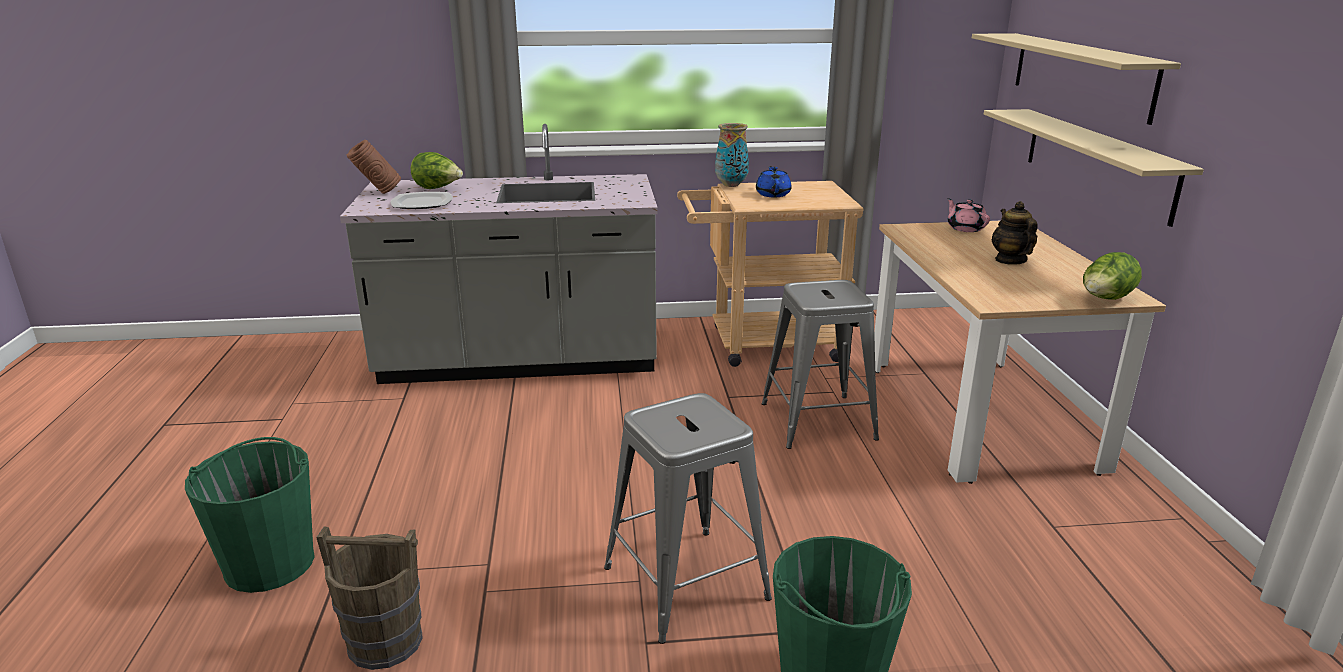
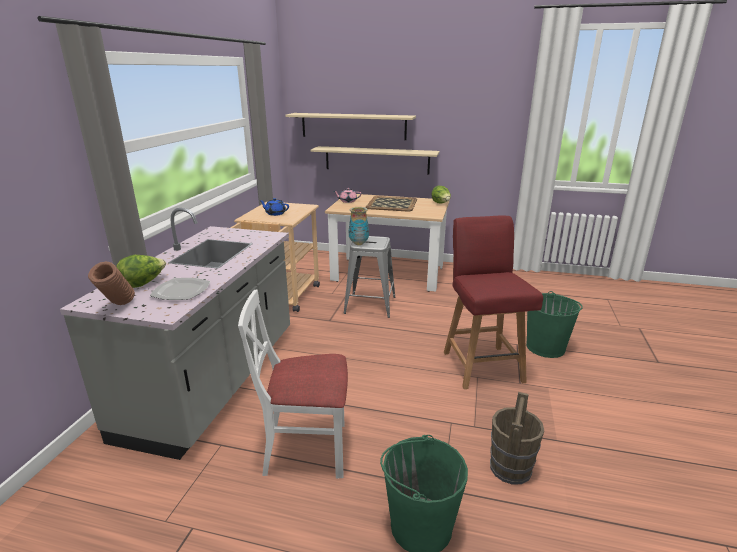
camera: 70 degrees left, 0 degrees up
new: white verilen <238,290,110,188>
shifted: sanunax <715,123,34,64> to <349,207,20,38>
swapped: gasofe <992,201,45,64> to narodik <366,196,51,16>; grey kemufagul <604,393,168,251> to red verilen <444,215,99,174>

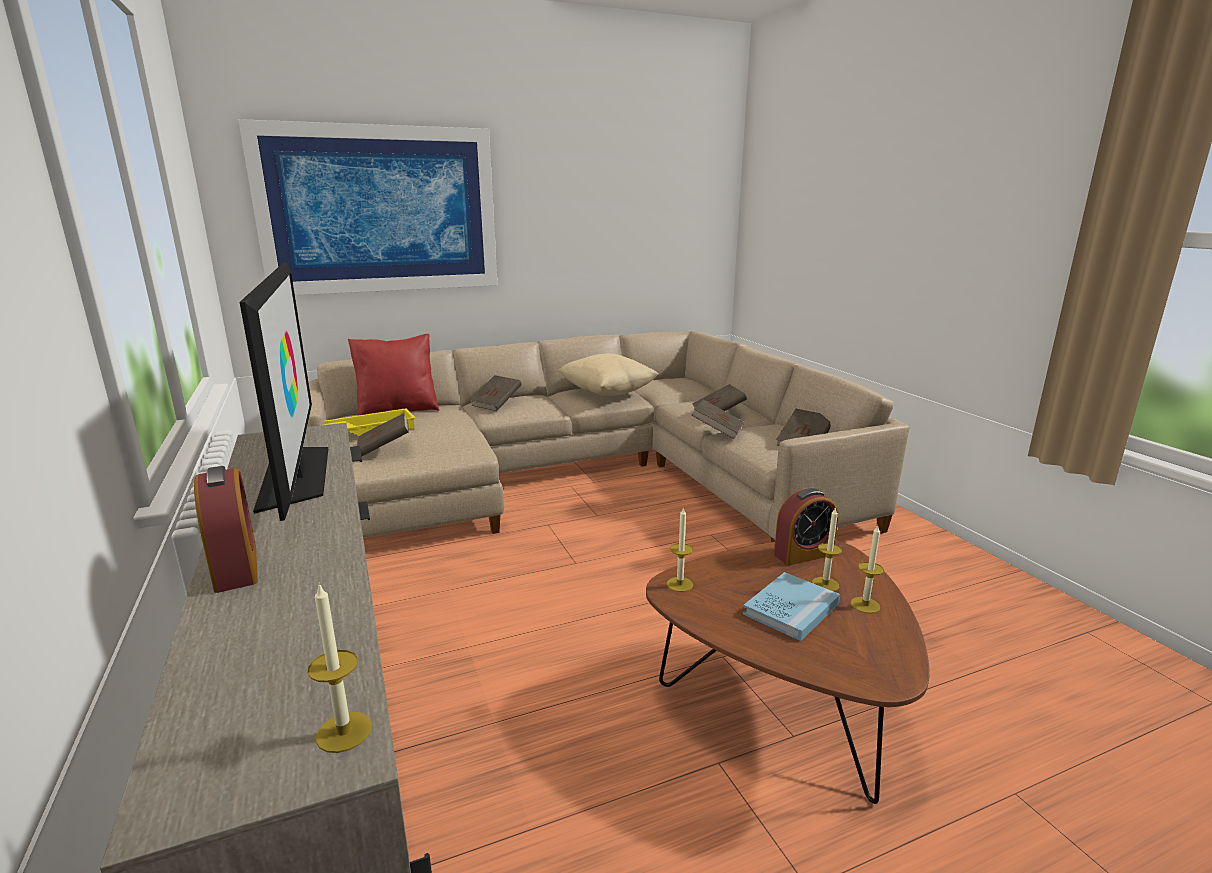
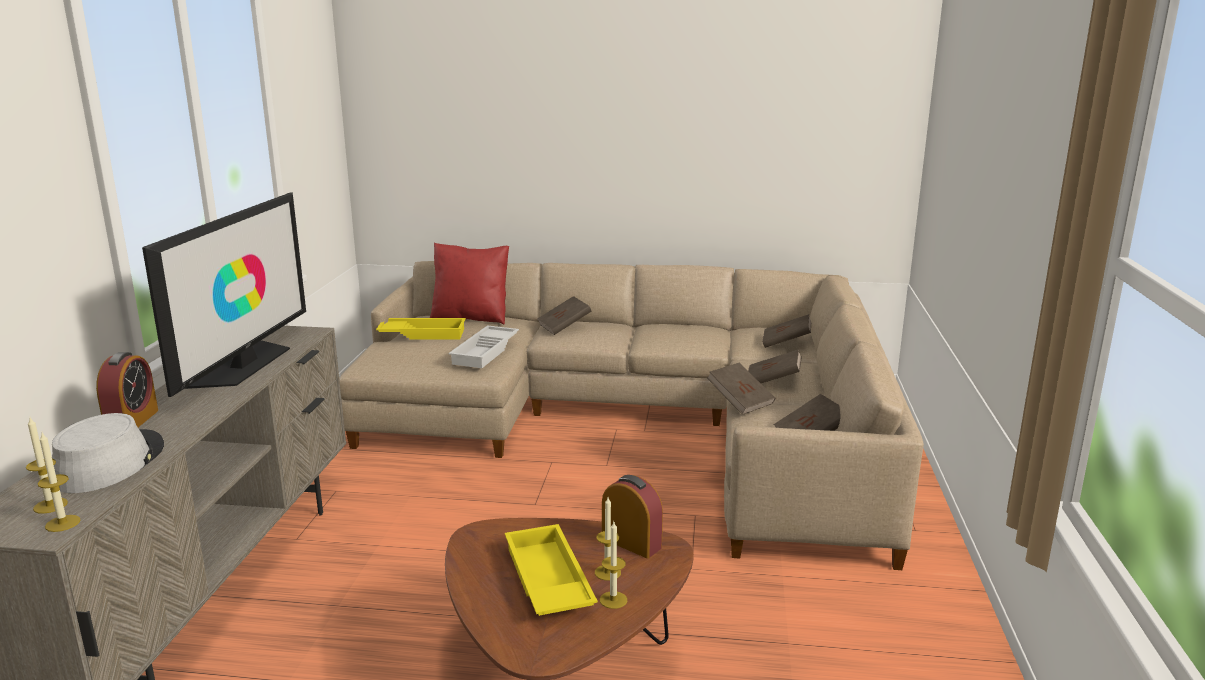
camera: 30 degrees right, 0 degrees up
gone: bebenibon <238,119,259,176>; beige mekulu <558,353,100,43>
new: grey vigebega <52,413,112,80>; white narodik <448,325,71,43>
shifted: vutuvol <667,507,26,85> to <26,418,42,96>; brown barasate <357,413,52,43> to <762,314,49,34>
swapped: blue barasate <743,572,97,69> to yellow narodik <505,524,93,92>
rotated: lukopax <774,488,64,78> = <602,475,61,83> 150 degrees counterclockwise

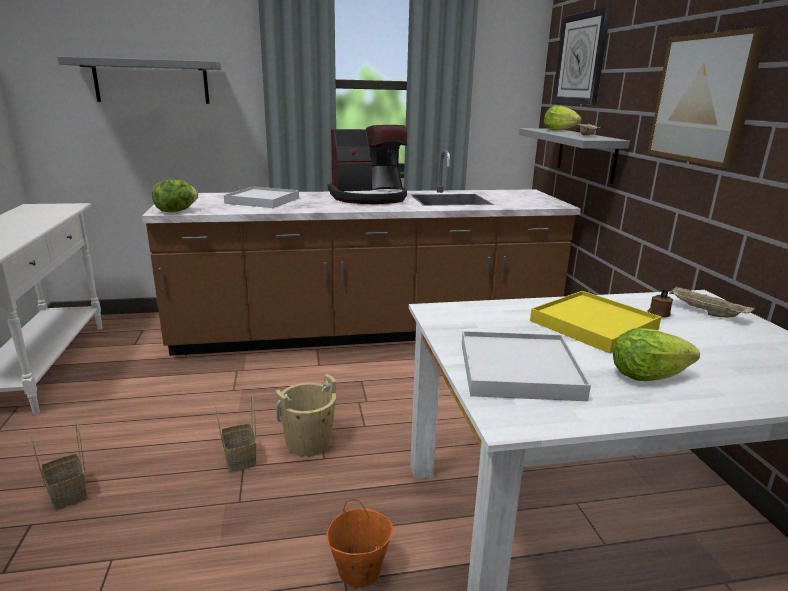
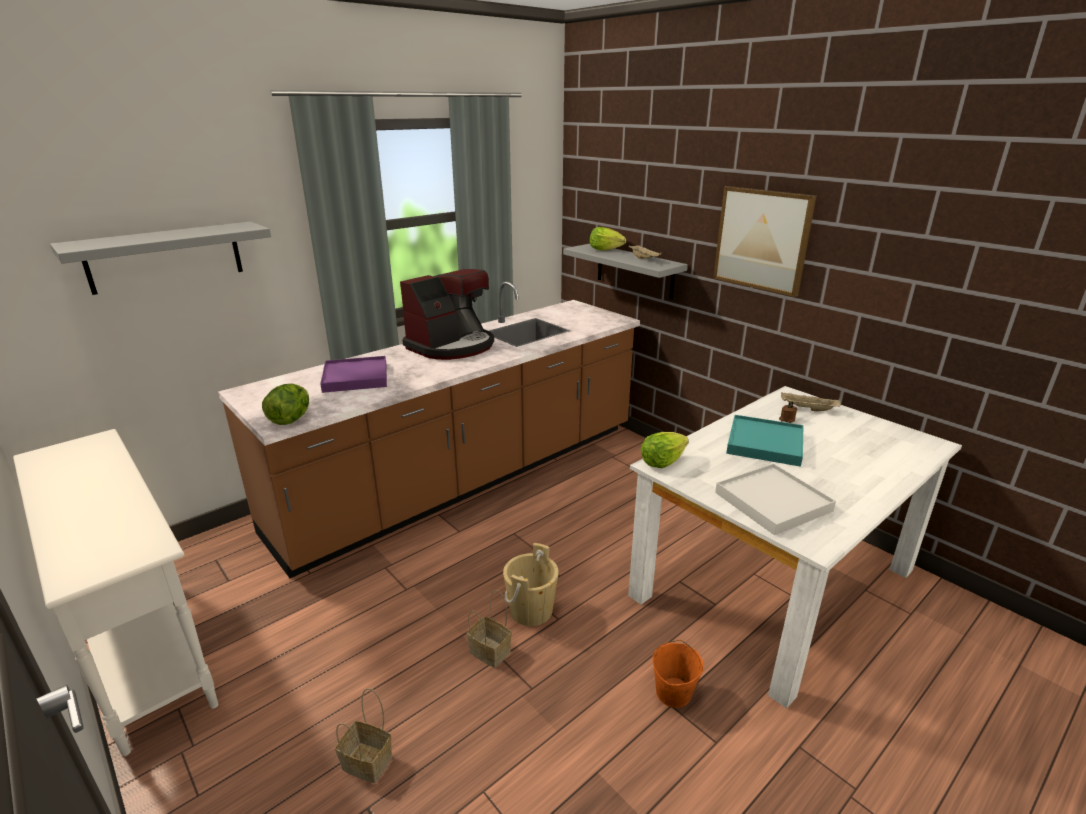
camera: 30 degrees left, 5 degrees up
gone: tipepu <553,7,58,98>
shifted: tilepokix <613,328,87,53> to <641,432,48,36>
repainted: white narodik <224,186,75,22> to purple narodik <320,356,67,37>; yellow narodik <530,291,131,62> to turquoise narodik <726,415,77,52>

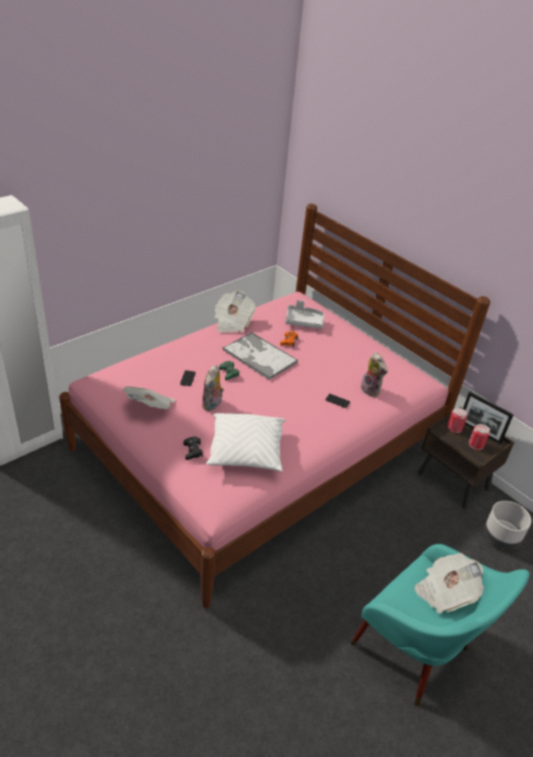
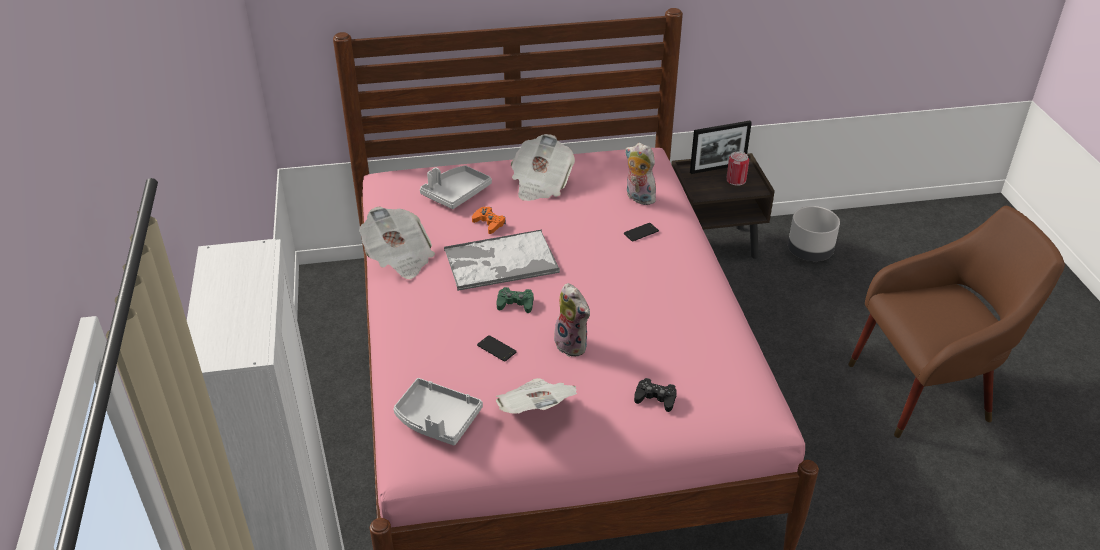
camera: 55 degrees left, 0 degrees up
gone: white mekulu <206,413,79,59>; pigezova <447,407,21,26>
new: grey narodik <393,378,90,68>
shifted: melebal <415,553,69,61> to <511,134,64,67>
repainted: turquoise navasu <351,544,179,163> to brown navasu <848,206,217,232>
rotated: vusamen <361,352,27,45> = <625,143,34,62> 135 degrees counterclockwise

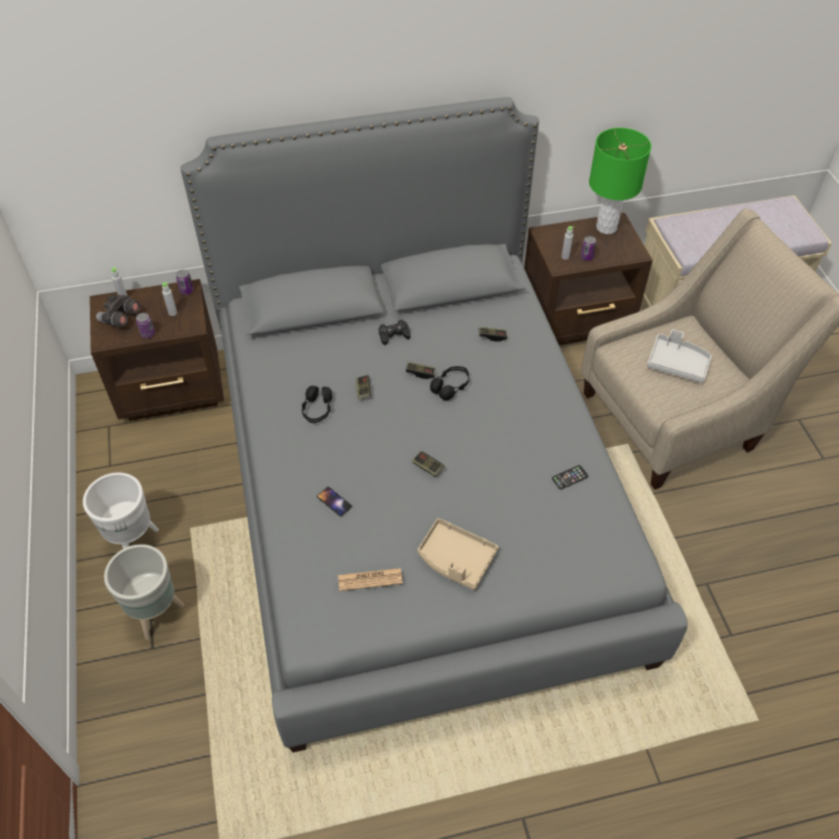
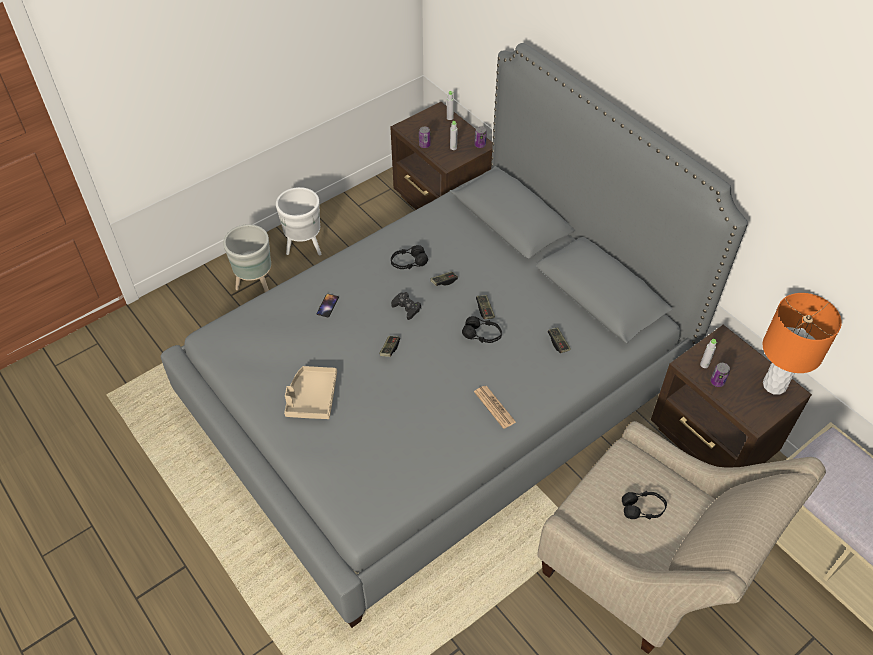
camera: 65 degrees right, 0 degrees up
gone: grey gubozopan <96,294,45,33>; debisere <552,465,36,25>
shifted: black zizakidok <379,319,32,26> to <391,292,30,28>; melebal <338,568,65,23> to <474,386,42,43>
swapped: grey narodik <647,329,65,54> to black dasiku <622,491,45,29>
repainted: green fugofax <589,128,62,106> to orange fugofax <763,293,79,102>

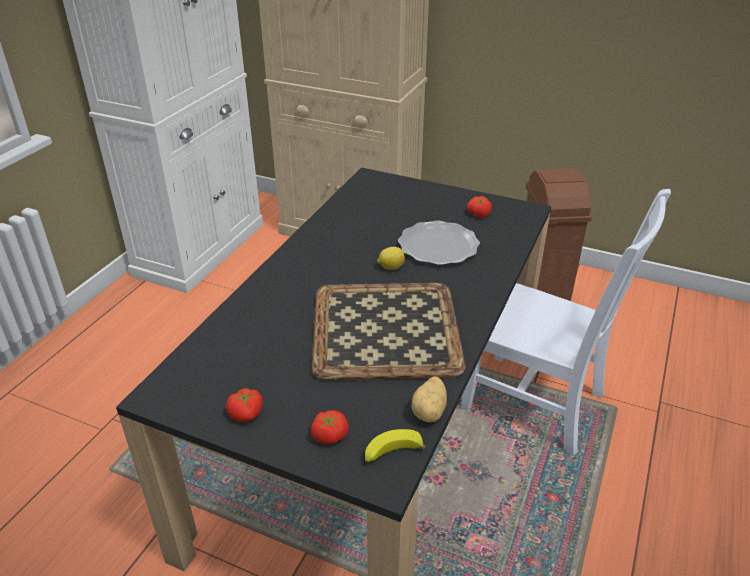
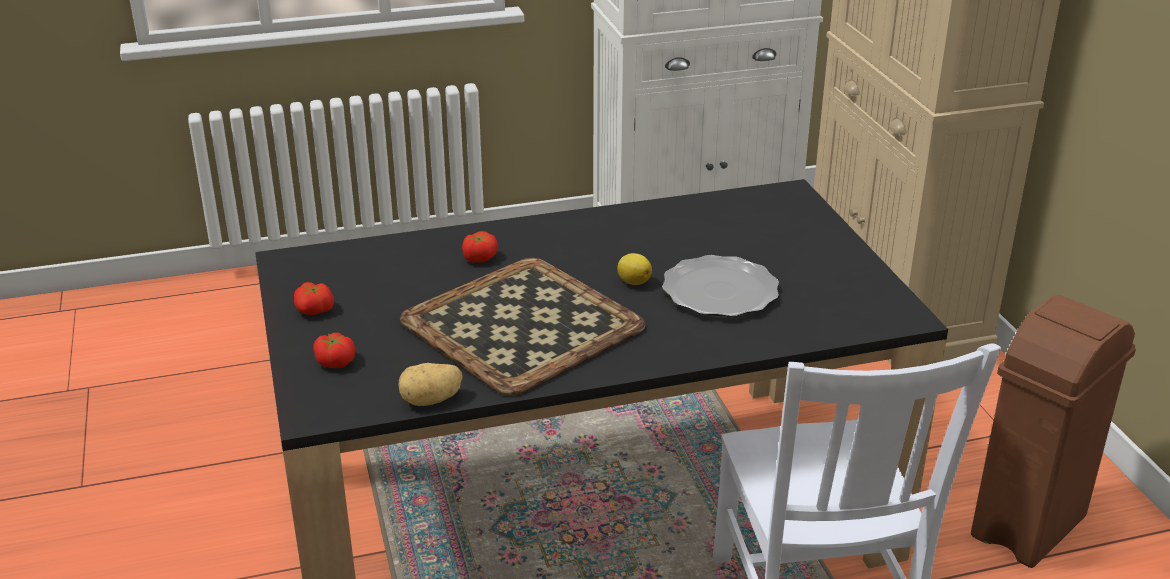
camera: 50 degrees right, 5 degrees down
gone: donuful <365,429,62,34>
shifted: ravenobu <467,196,25,22> to <462,231,36,32>

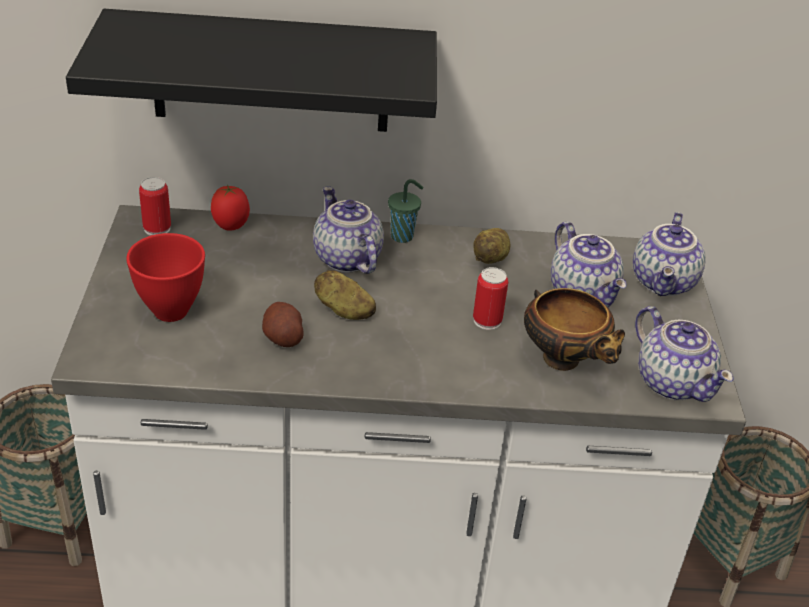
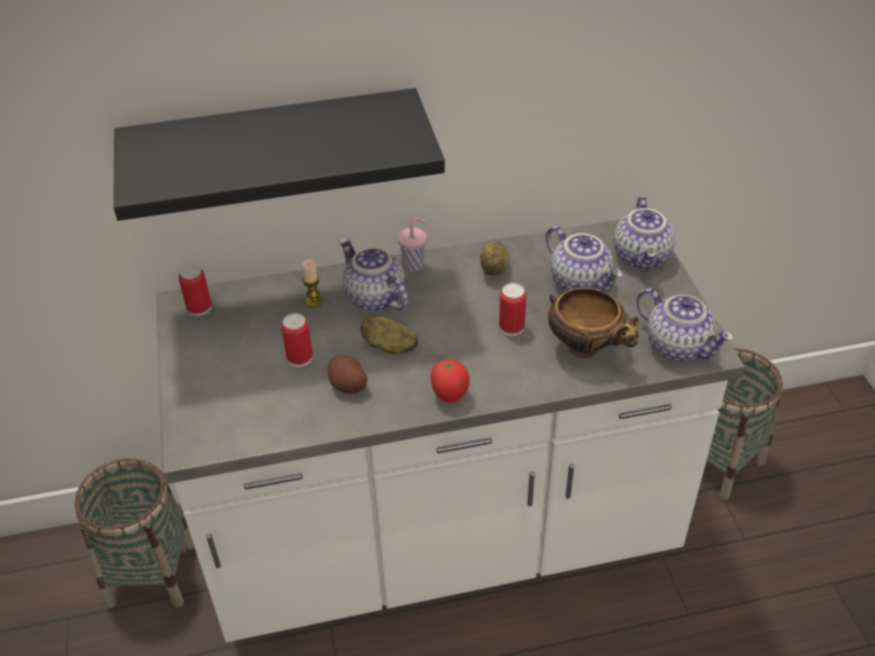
camera: 10 degrees left, 5 degrees up
gone: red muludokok <126,233,79,89>
new: pigezova <281,313,32,54>; vutuvol <302,259,20,48>
shifted: ravenobu <211,184,39,47> to <431,359,39,44>
repainted: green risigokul <388,179,35,64> to pink risigokul <398,217,29,55>

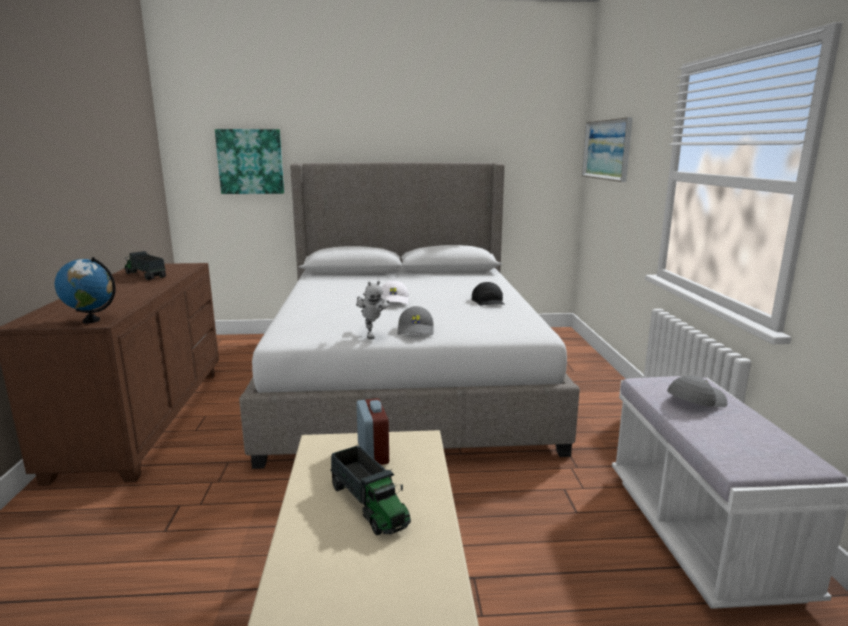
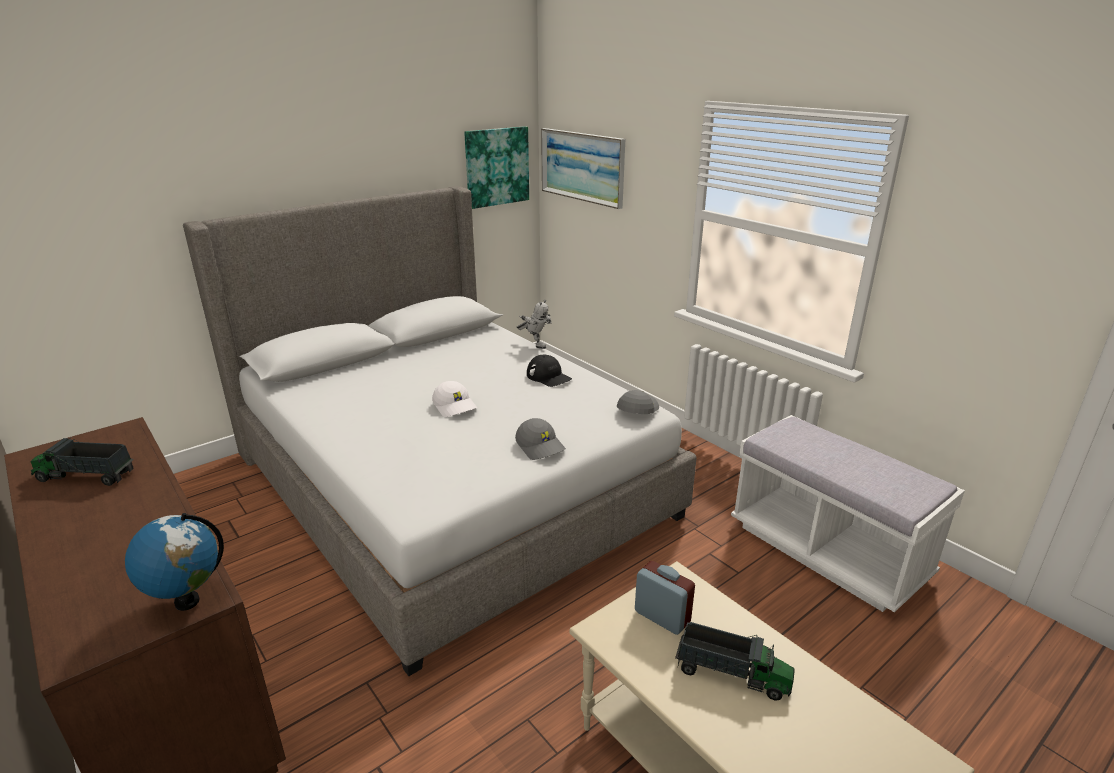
camera: 35 degrees left, 10 degrees up
shifted: bebenibon <215,129,69,65> to <464,126,65,83>; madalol <356,281,35,58> to <517,300,35,49>; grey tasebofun <667,375,61,32> to <617,390,42,24>

